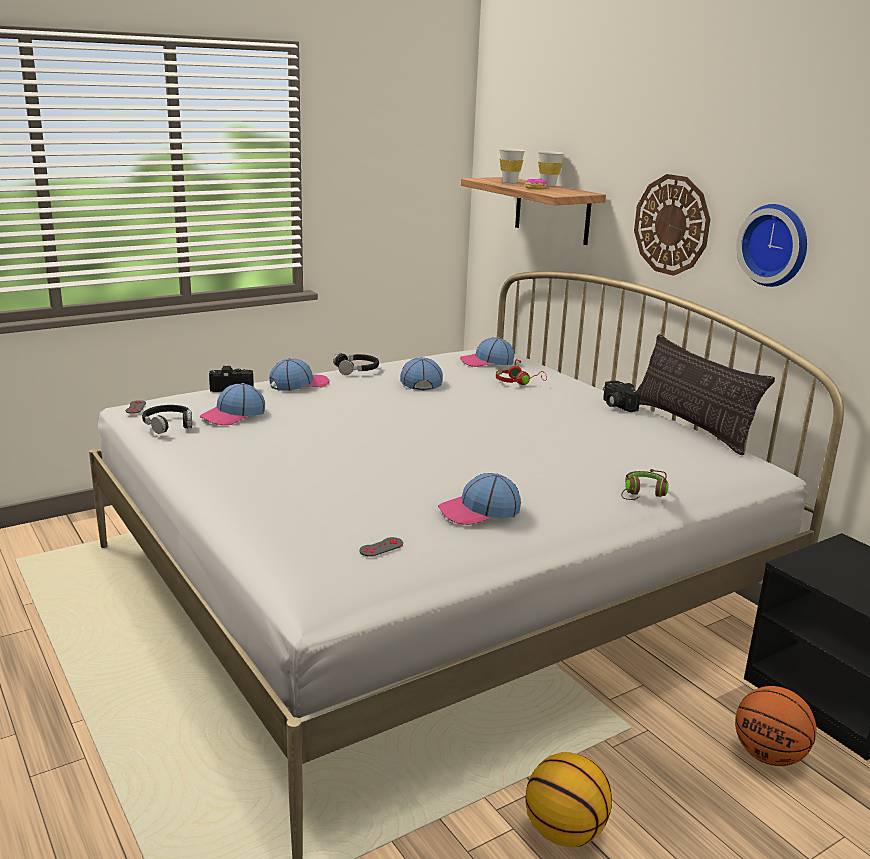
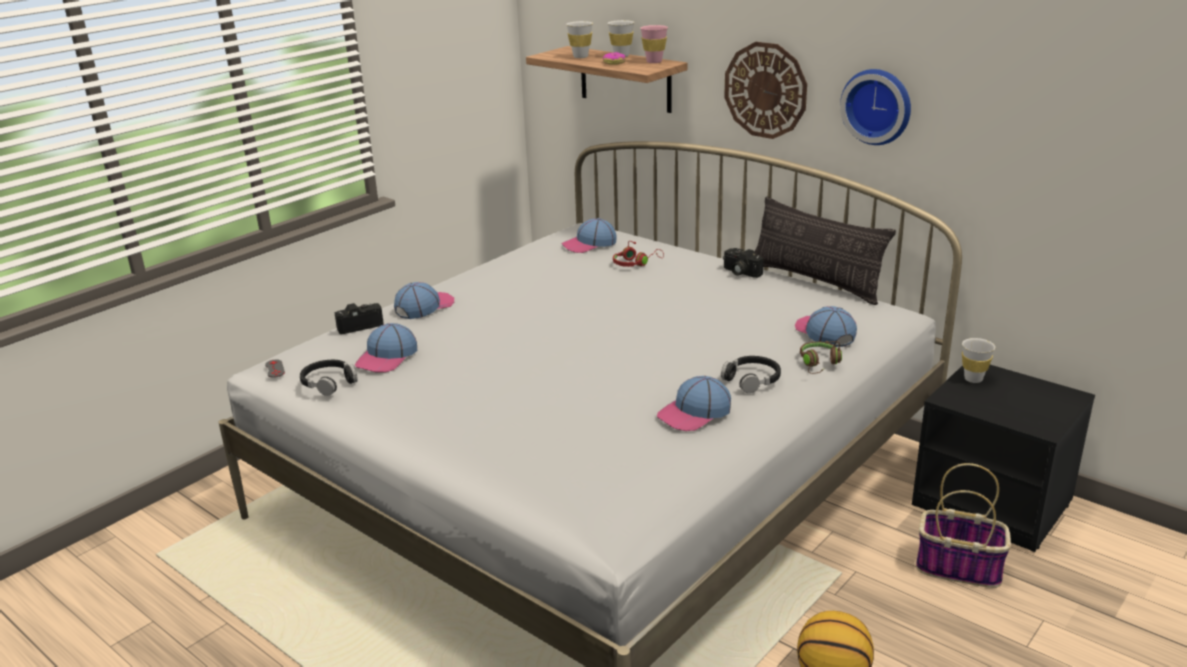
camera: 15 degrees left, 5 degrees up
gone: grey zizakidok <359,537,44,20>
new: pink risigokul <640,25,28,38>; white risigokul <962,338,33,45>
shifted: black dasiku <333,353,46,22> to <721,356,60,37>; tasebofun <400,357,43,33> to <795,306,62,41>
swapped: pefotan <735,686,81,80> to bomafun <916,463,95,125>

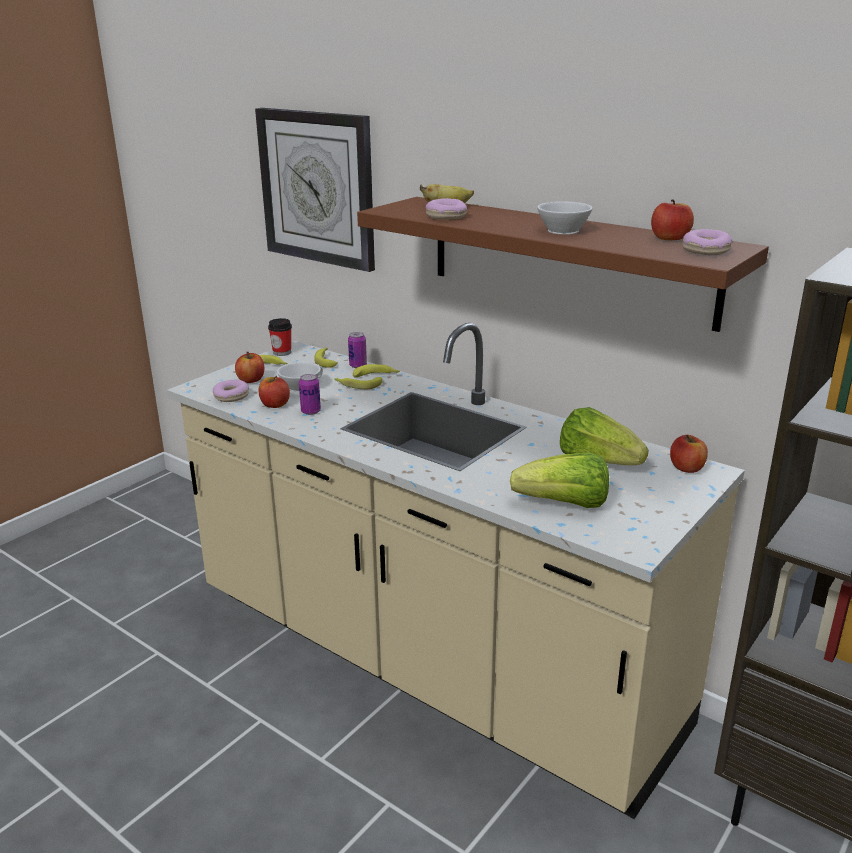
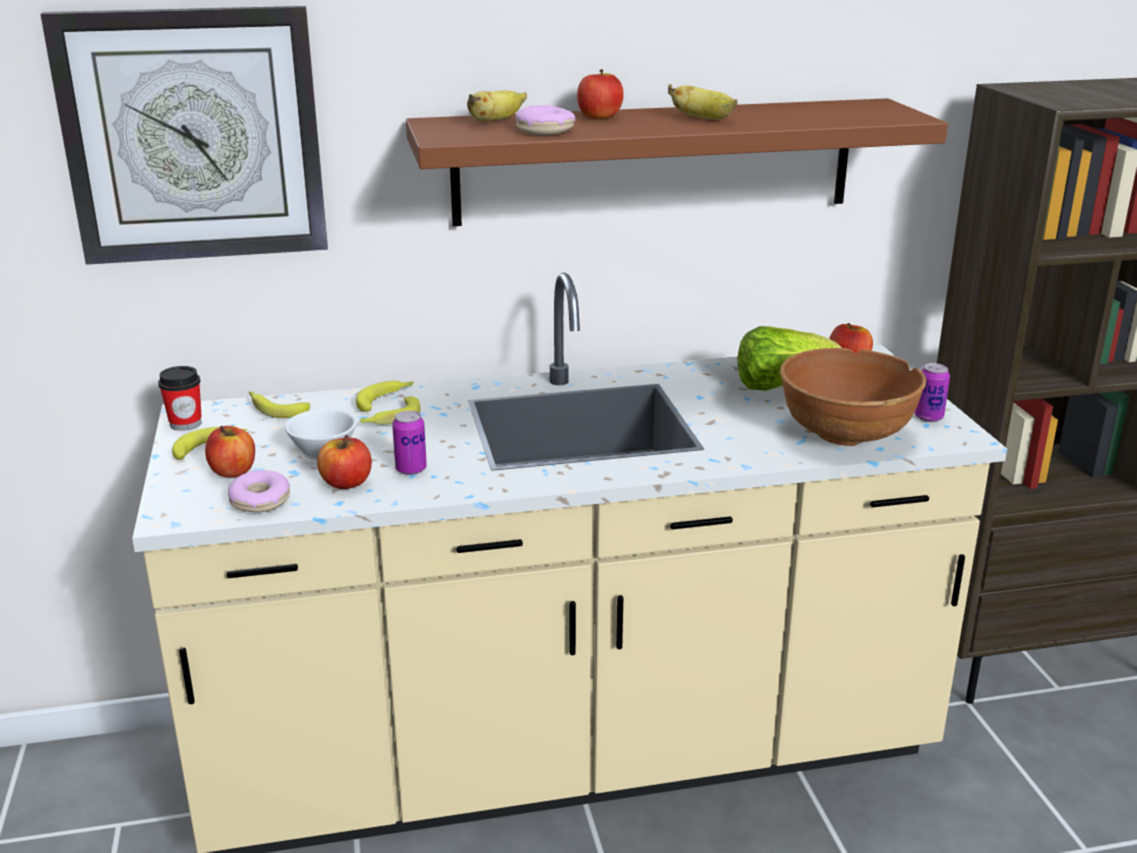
camera: 50 degrees left, 0 degrees up
gone: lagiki <682,229,50,26>
shifted: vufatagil <651,200,43,40> to <577,69,47,50>; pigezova <348,332,19,36> to <915,363,35,59>
swapped: white risigokul <537,202,56,32> to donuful <668,84,70,36>; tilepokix <510,452,99,56> to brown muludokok <780,348,146,98>

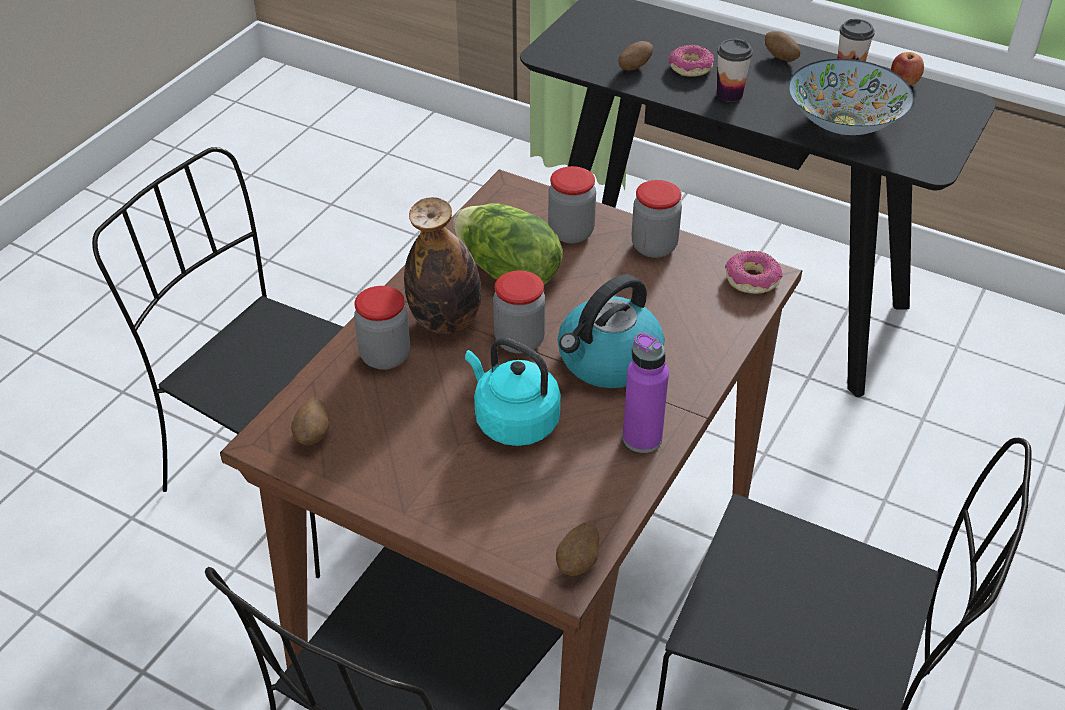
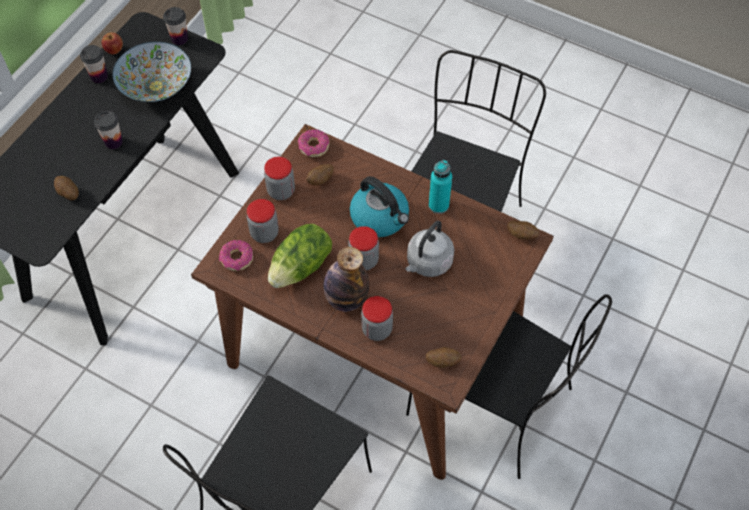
camera: 90 degrees left, 15 degrees up
new: risigokul <163,7,25,38>
shifted: lagiki <669,45,45,32> to <219,240,34,31>; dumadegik <765,31,36,30> to <306,164,28,21>
repainted: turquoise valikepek <465,338,96,108> to grey valikepek <405,221,50,56>; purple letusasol <623,332,46,121> to turquoise letusasol <429,160,23,54>

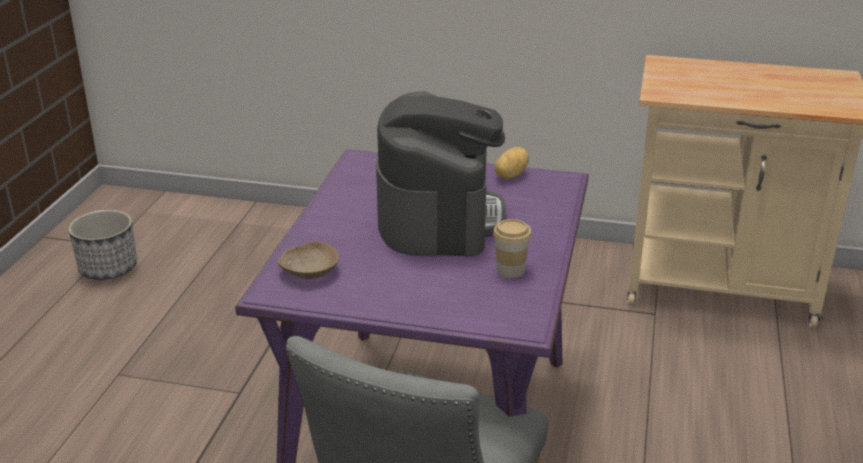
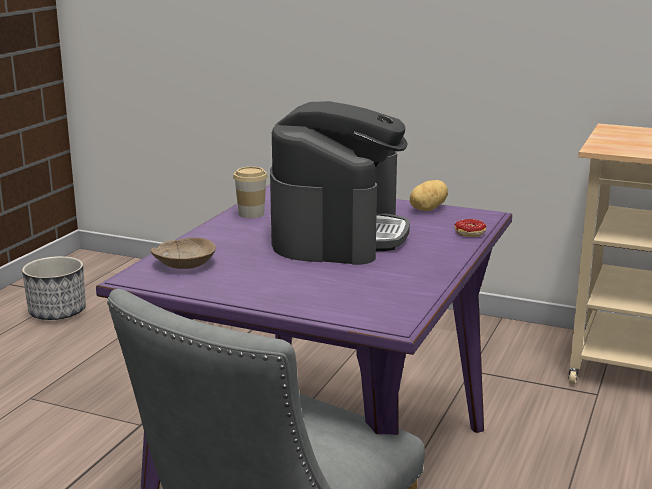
camera: 10 degrees right, 10 degrees down
new: lagiki <455,219,31,18>
shifted: risigokul <493,219,39,59> to <233,167,35,51>

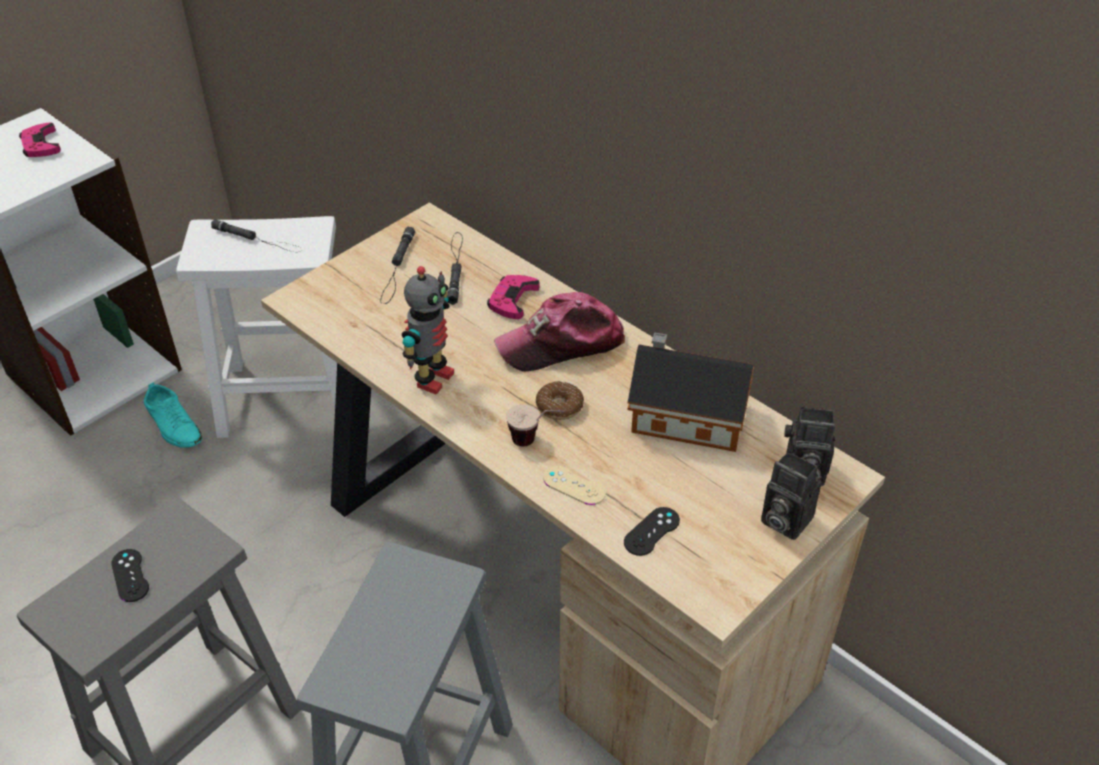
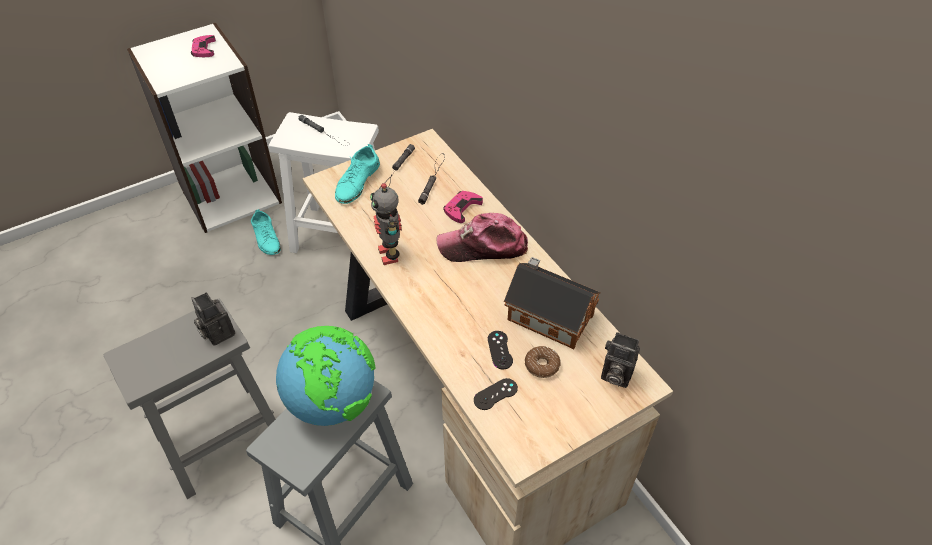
camera: 15 degrees right, 5 degrees up
gone: risigokul <506,404,60,43>; beige zizakidok <543,466,63,39>
new: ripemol <276,326,99,100>; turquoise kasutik <335,144,45,60>
shifted: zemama <761,451,61,89> to <191,292,44,54>; black zizakidok <111,549,38,53> to <488,331,25,38>; lagiki <536,381,48,39> to <525,346,36,32>
rotated: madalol <402,266,52,129> = <370,183,32,82> 120 degrees clockwise

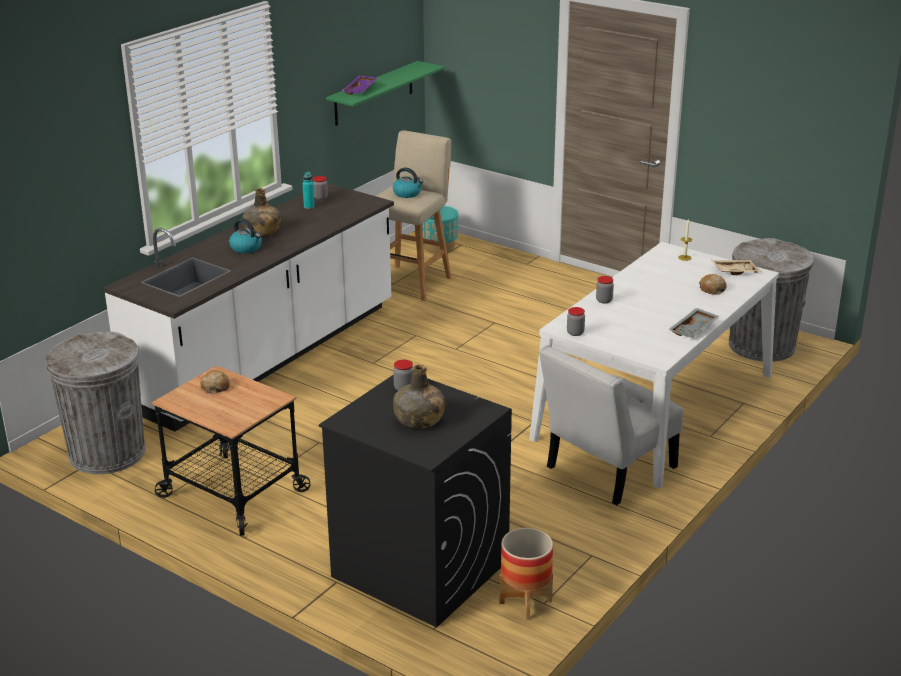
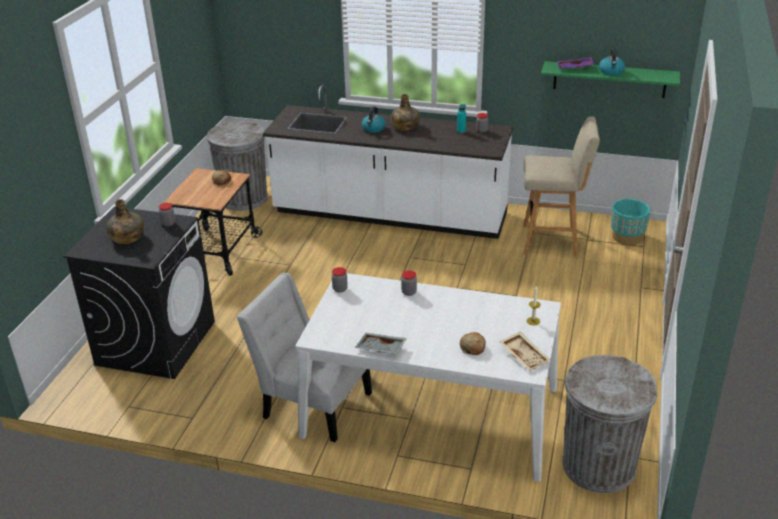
camera: 70 degrees right, 5 degrees up
gone: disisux <499,528,54,92>
shifted: valikepek <393,168,30,30> to <599,48,26,27>

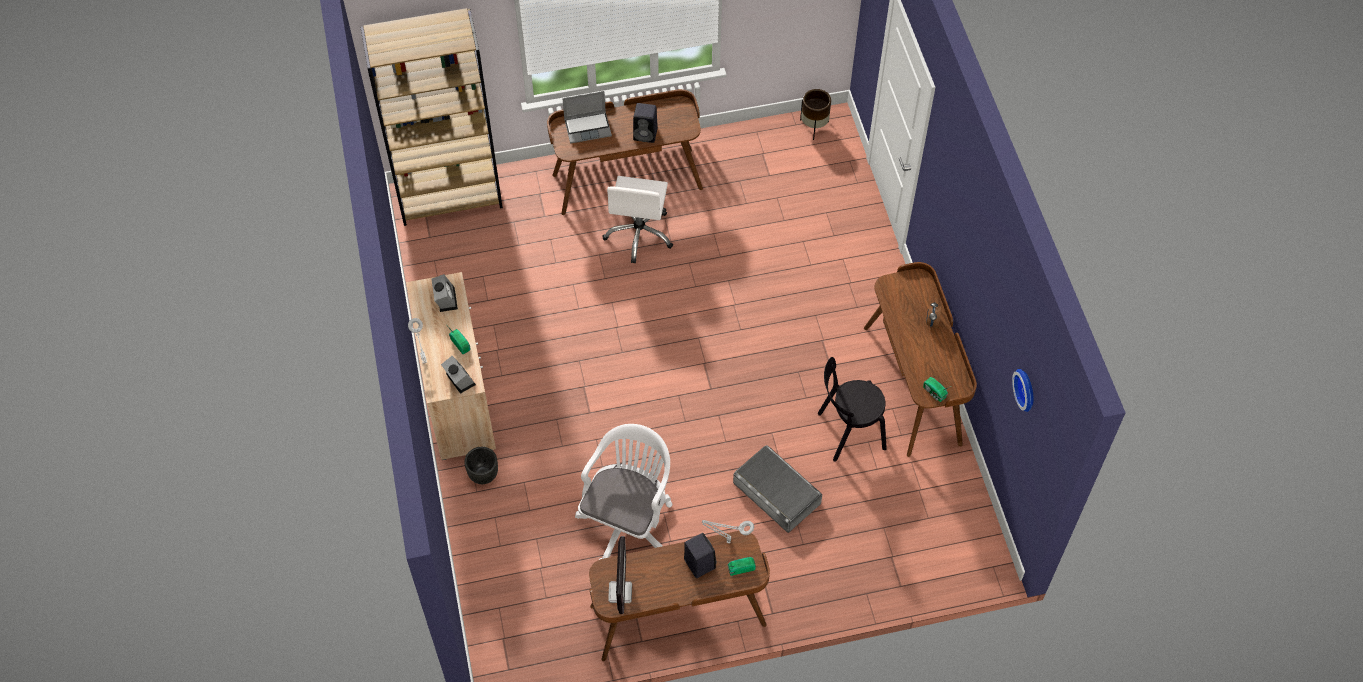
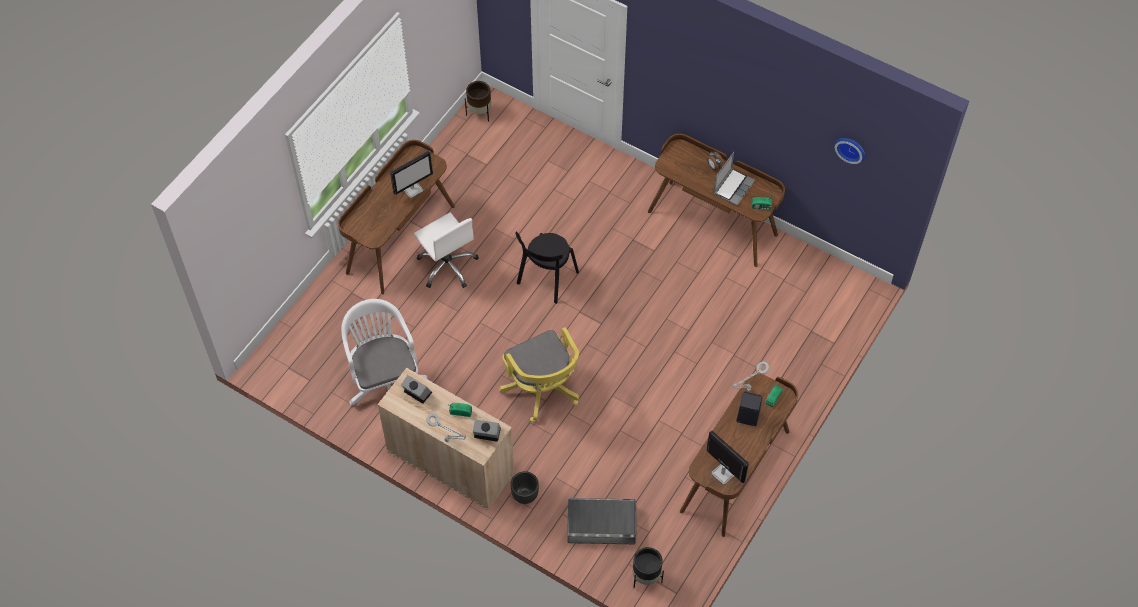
camera: 45 degrees left, 0 degrees up
gone: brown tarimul <361,8,142,218>
new: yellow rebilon <499,327,80,95>; black disisux <633,547,31,41>
shifted: white rebilon <575,424,97,136> to <341,299,86,106>; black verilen <818,357,69,105> to <516,232,63,72>; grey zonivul <733,445,89,88> to <567,498,69,46>; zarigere <562,91,50,53> to <713,152,42,54>
swapped: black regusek <633,103,25,40> to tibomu <390,151,43,47>

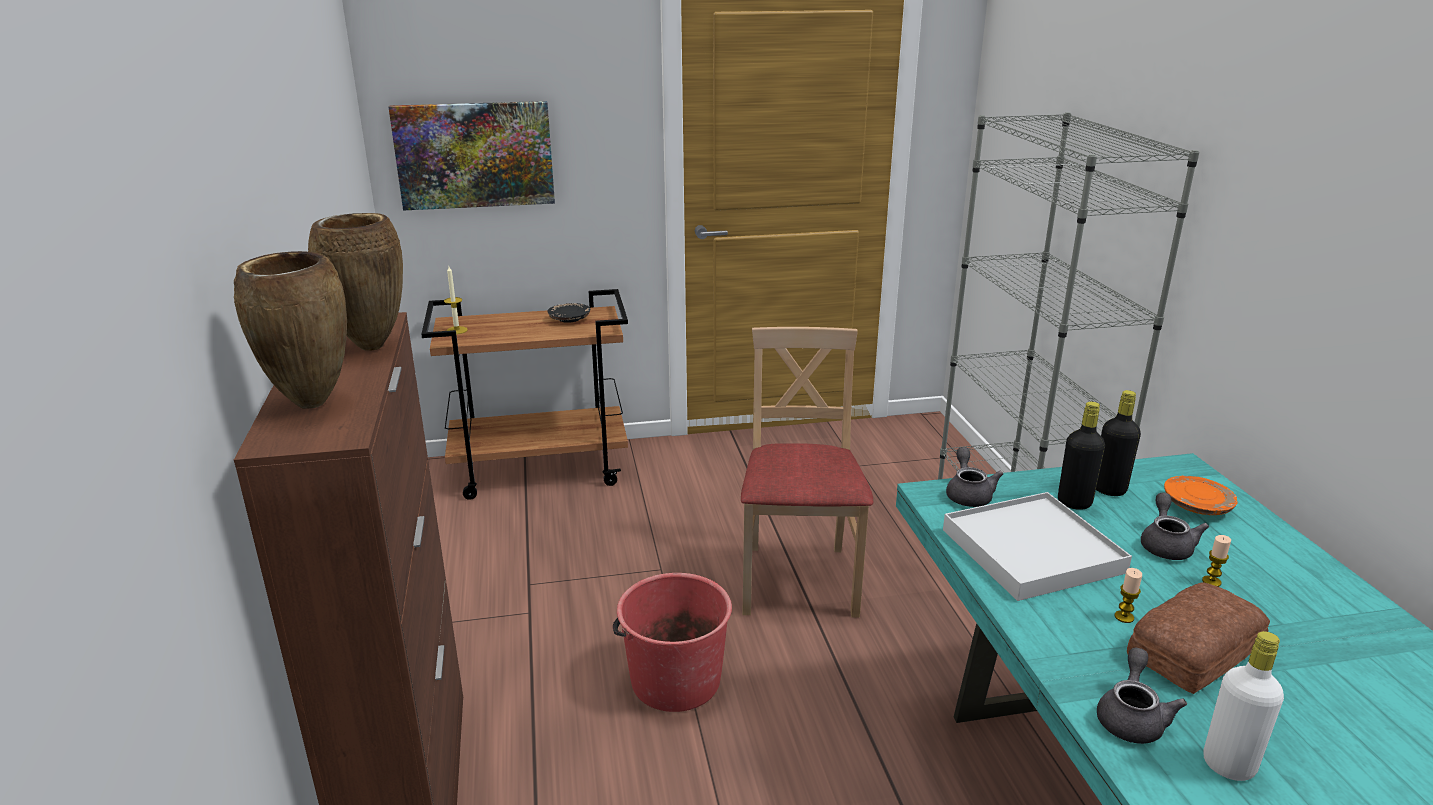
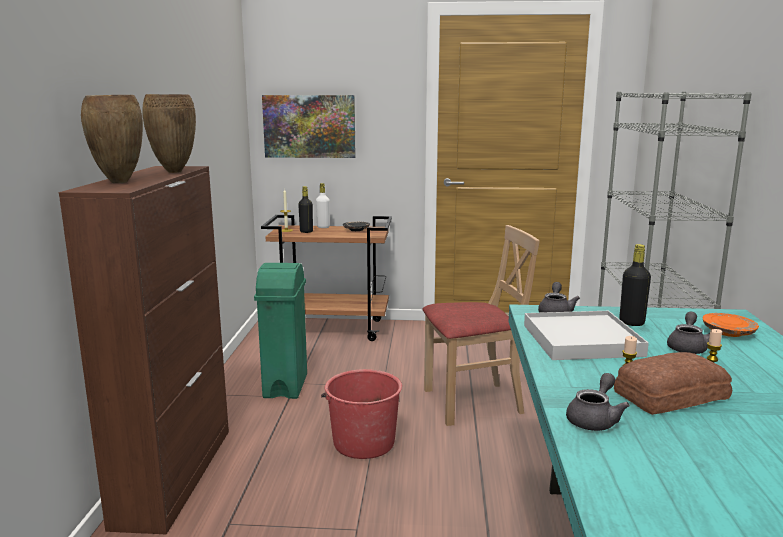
camera: 15 degrees right, 10 degrees down
new: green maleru <254,263,53,136>
shifted: black letusasol <1096,390,45,106> to <298,186,15,47>; white letusasol <1203,631,81,150> to <316,183,14,45>
rotated: beige verilen <741,327,132,291> = <422,225,118,201> 60 degrees clockwise

